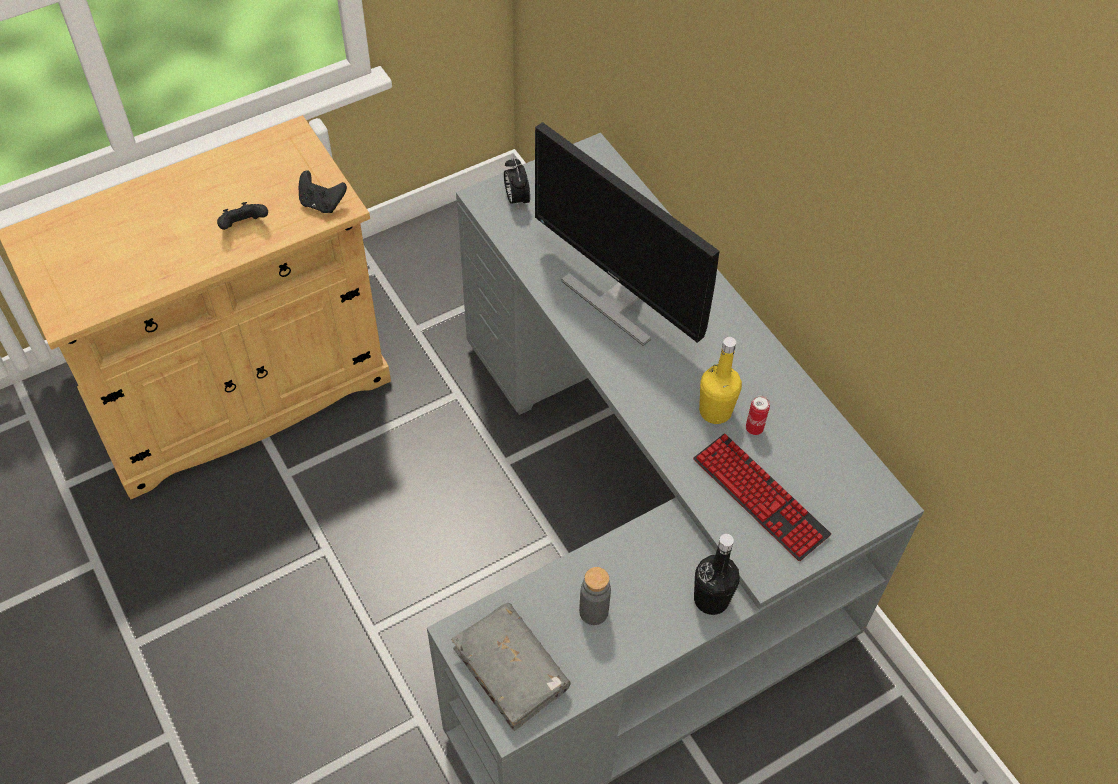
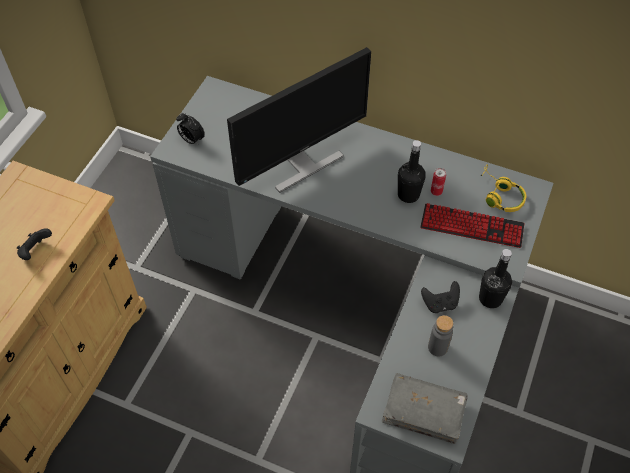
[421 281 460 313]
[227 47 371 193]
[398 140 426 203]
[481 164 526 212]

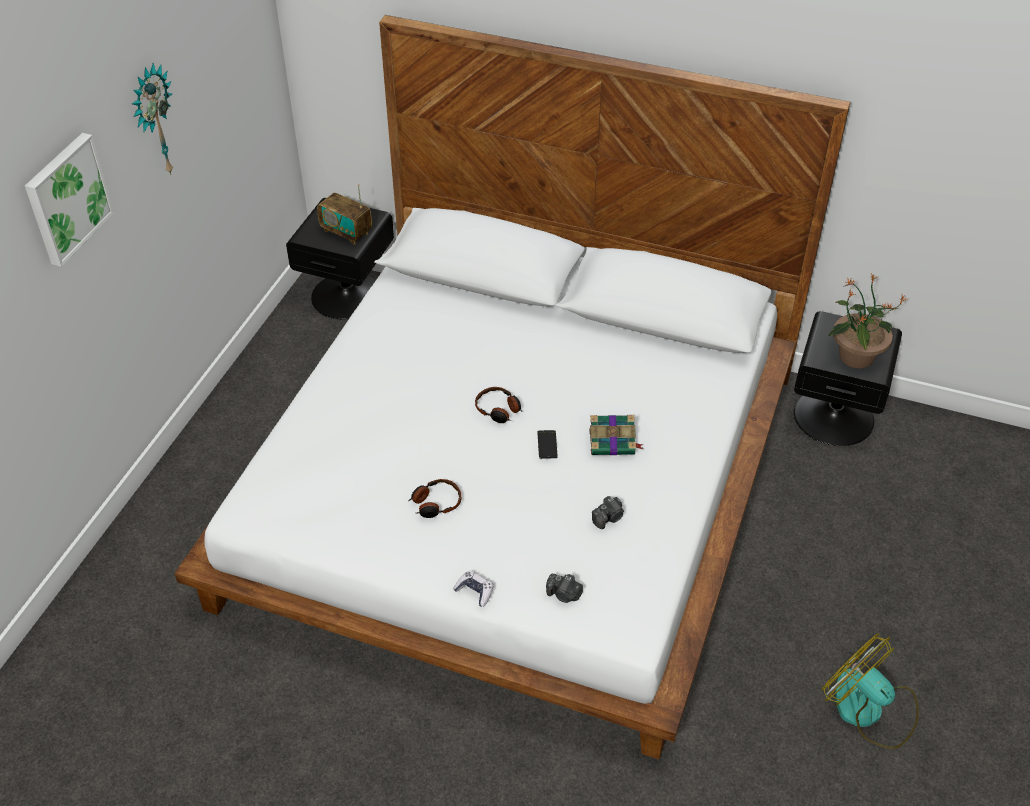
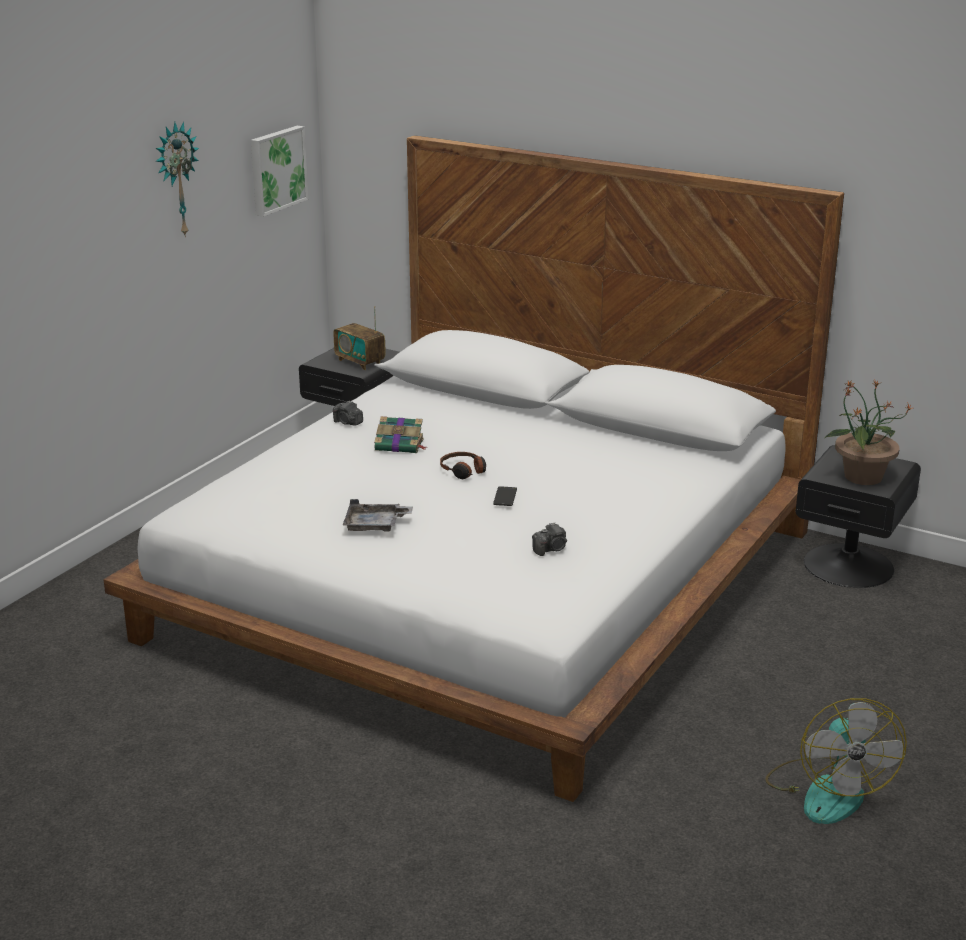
[251 126 308 217]
[343 499 413 532]
[453 571 493 607] (first image)
[333 400 363 426]
[374 416 426 453]
[765 698 907 824]

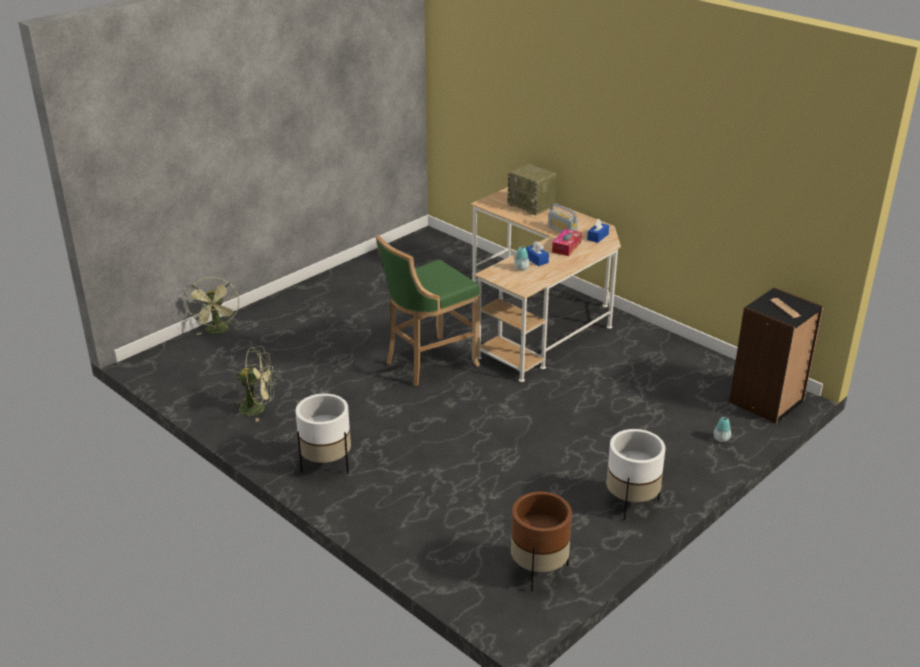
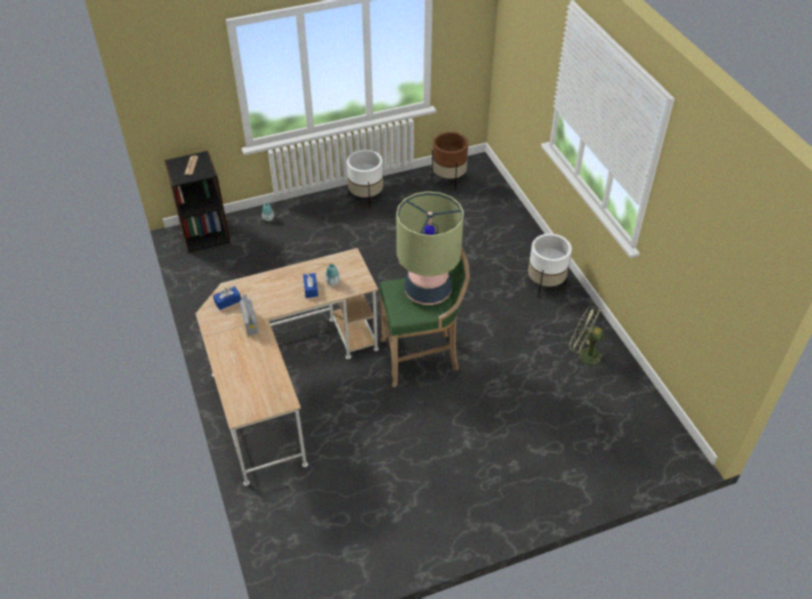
[186 277 239 335] (first image)
[508 164 556 215] (first image)
[552 229 582 256] (first image)
[396 191 464 305]

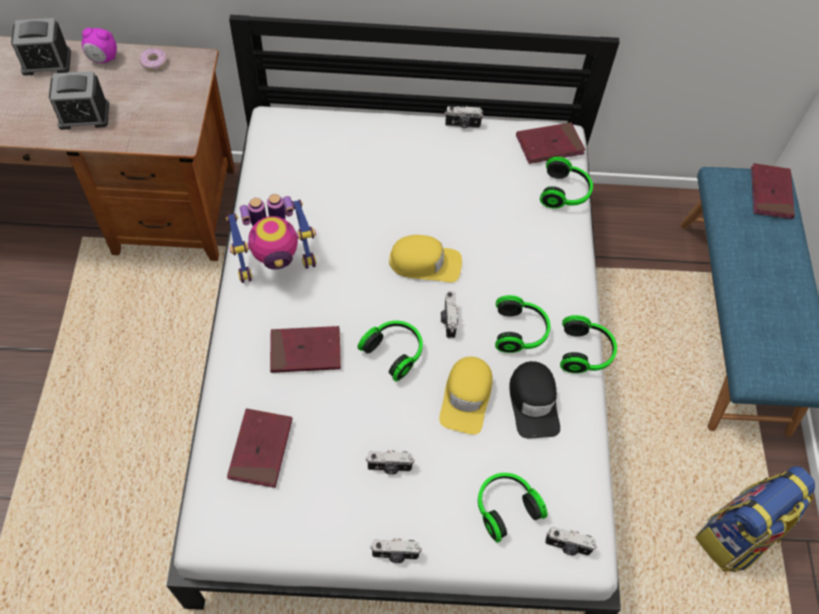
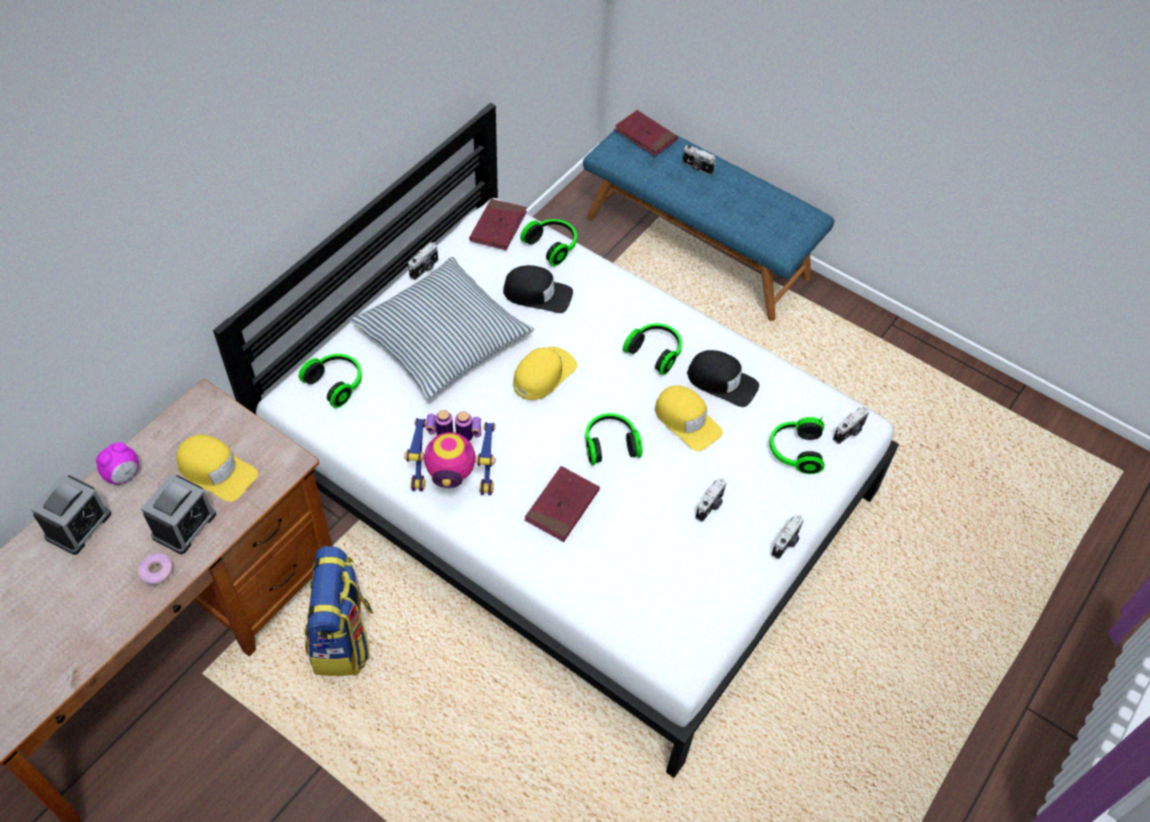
[137 553 173 585]
[404 410 496 495]
[227 408 293 488] (first image)
[683 145 716 175]
[299 354 362 408]
[305 546 373 676]
[176 435 258 502]
[350 257 534 399]
[503 265 573 313]

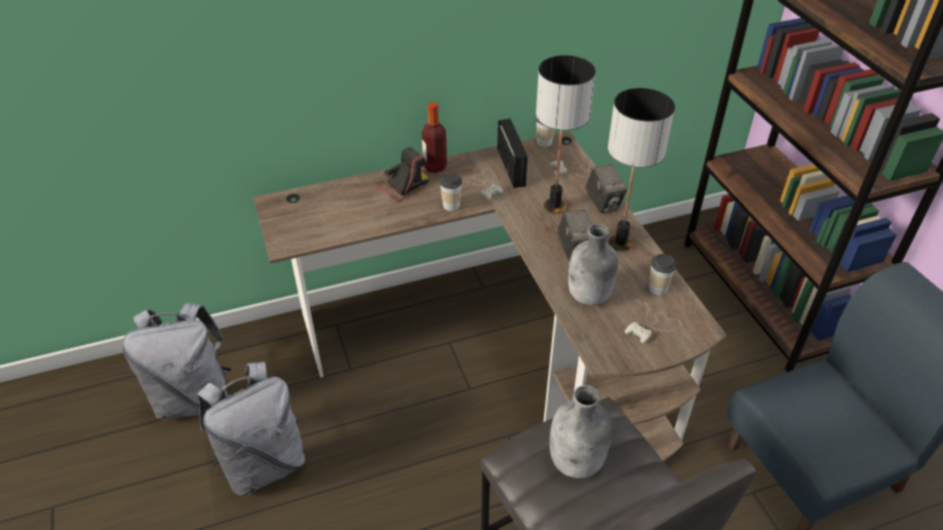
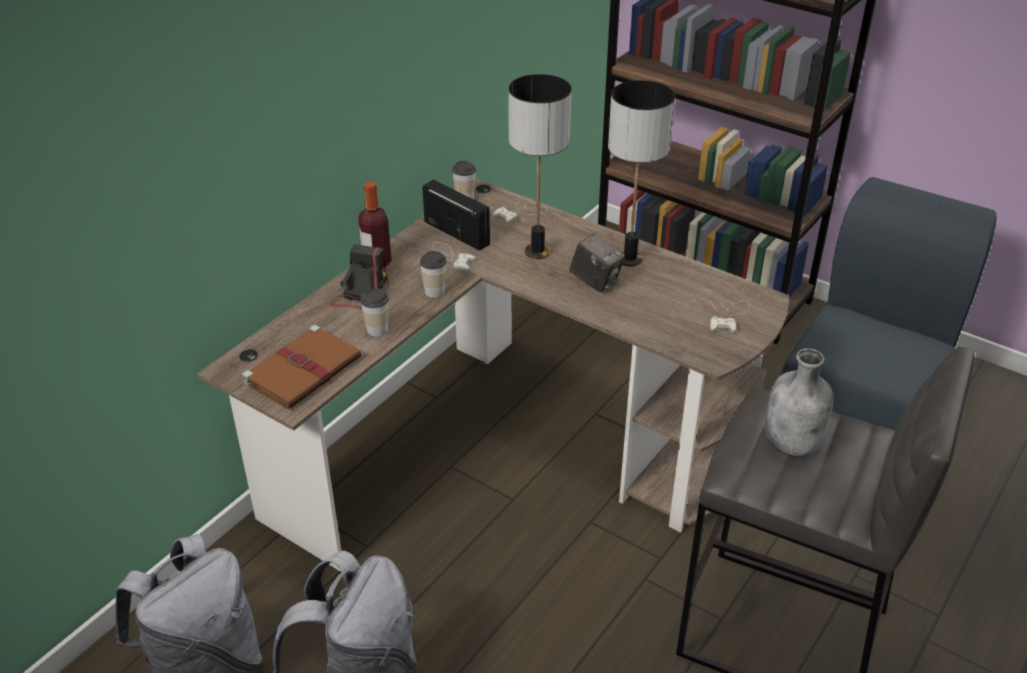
[568 224 618 305] (first image)
[585 164 627 213] (first image)
[360 288 389 337]
[242 325 362 409]

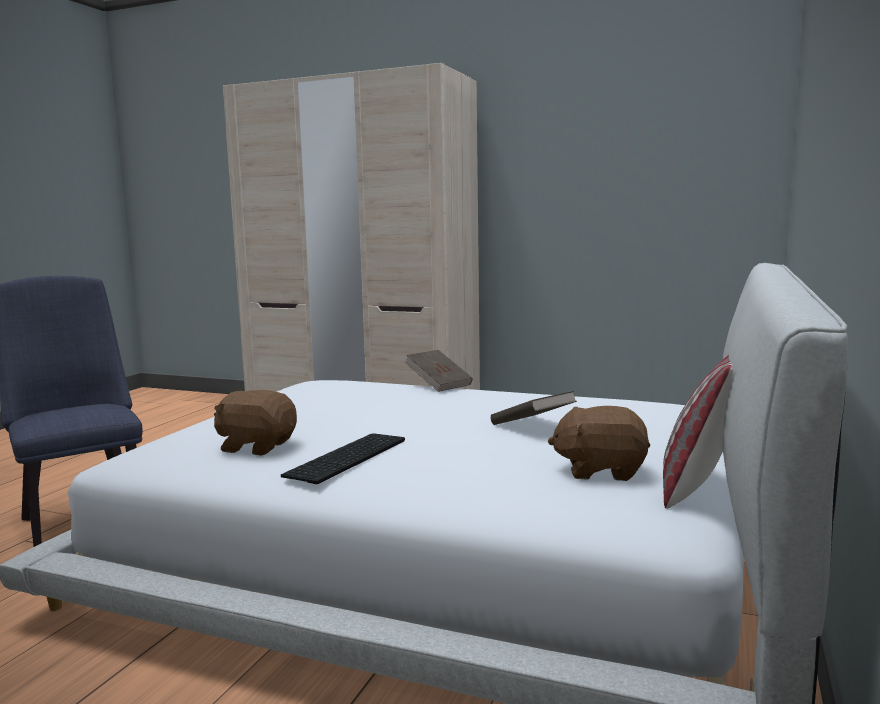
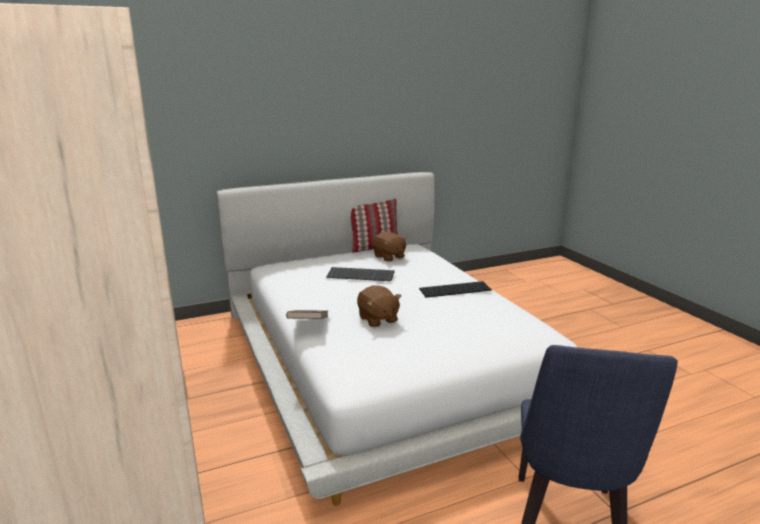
[357 285 401 327]
[326 267 395 281]

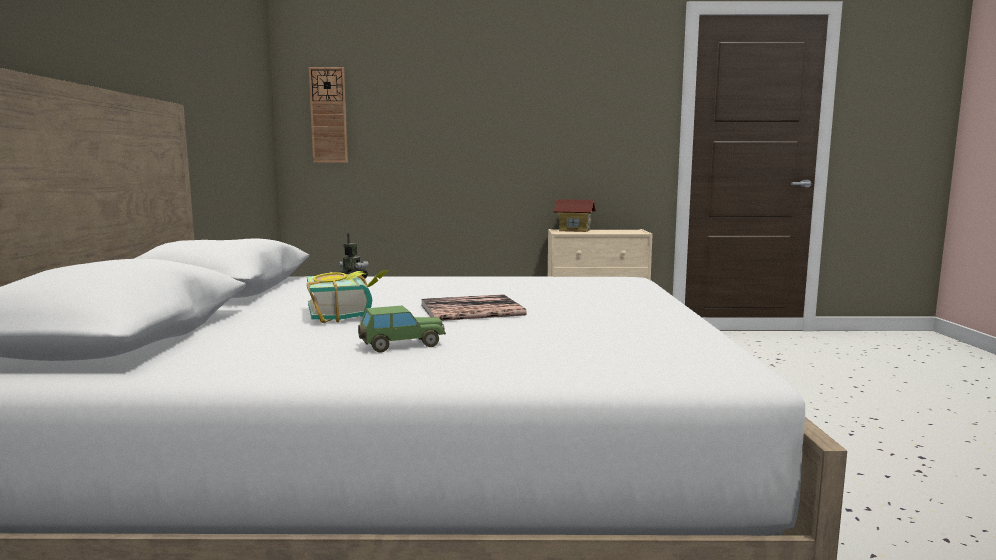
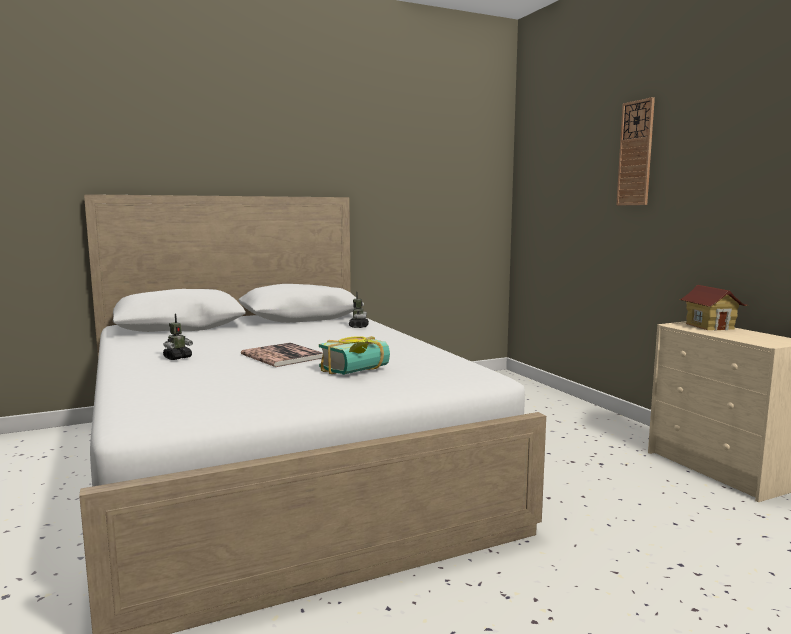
[319 336 390 375]
[616 97 655 205]
[163 314 193 360]

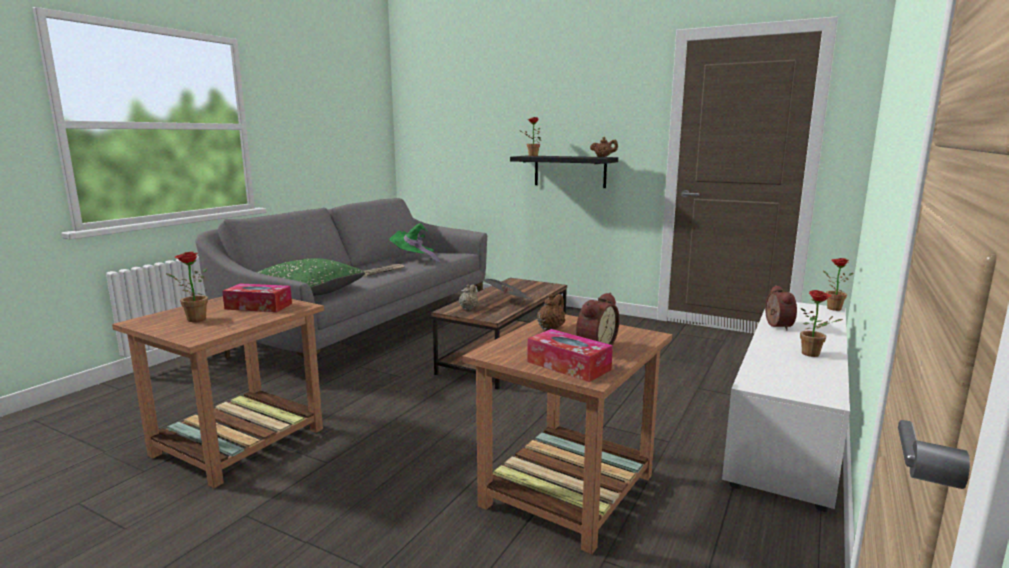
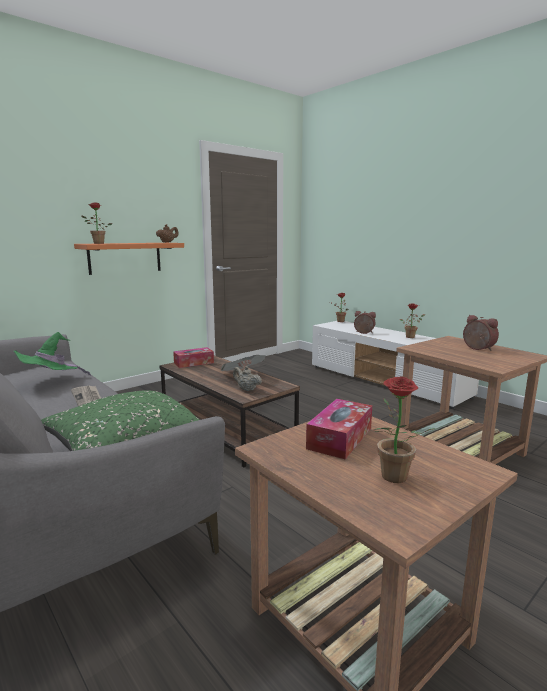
[74 243 184 275]
[173 347 214 368]
[537 294 565 331] (first image)

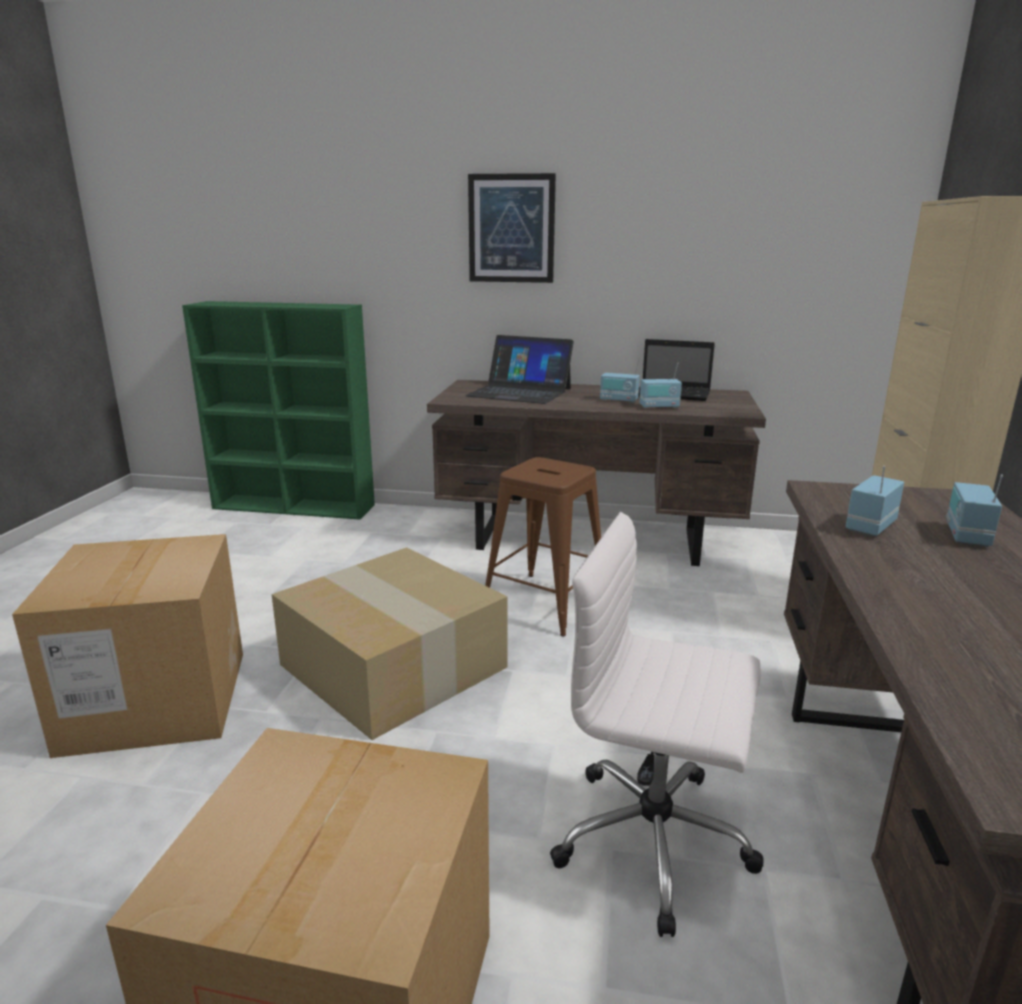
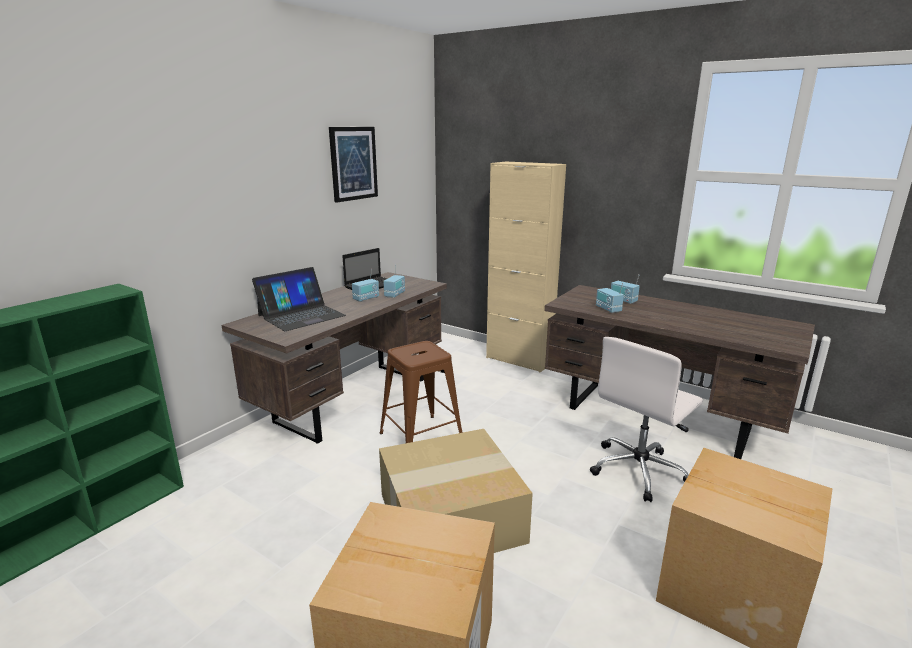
[329 127 378 203]

